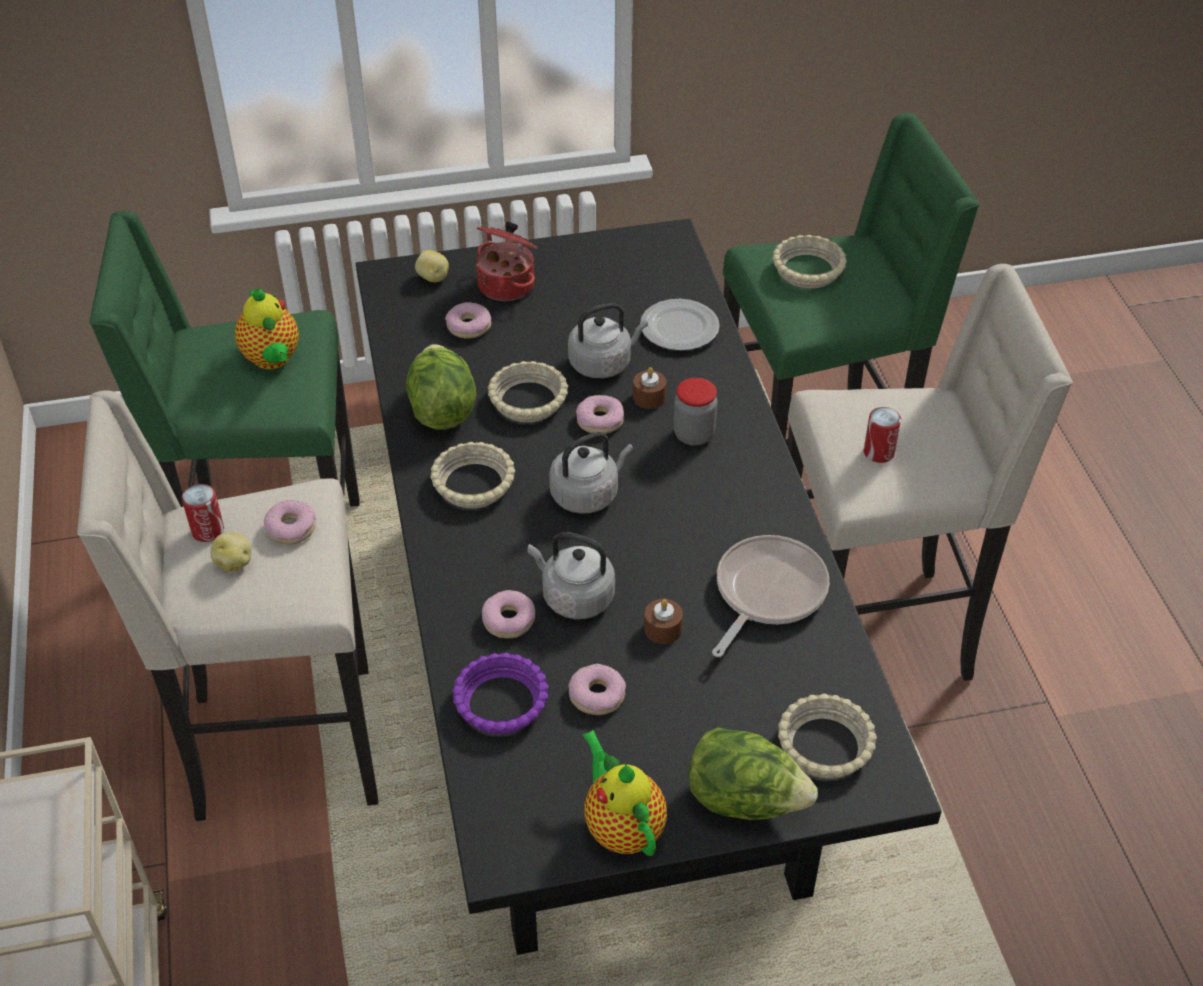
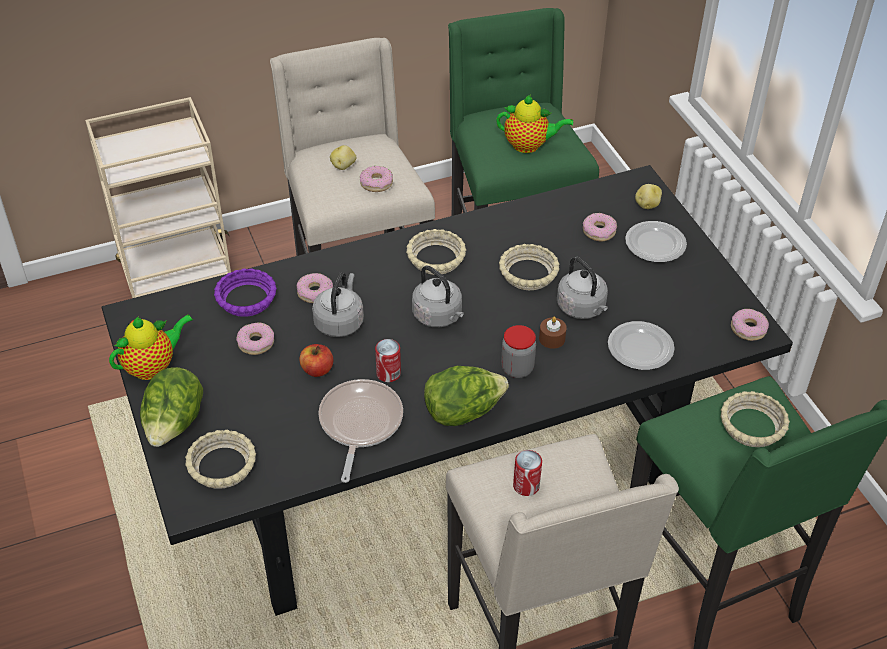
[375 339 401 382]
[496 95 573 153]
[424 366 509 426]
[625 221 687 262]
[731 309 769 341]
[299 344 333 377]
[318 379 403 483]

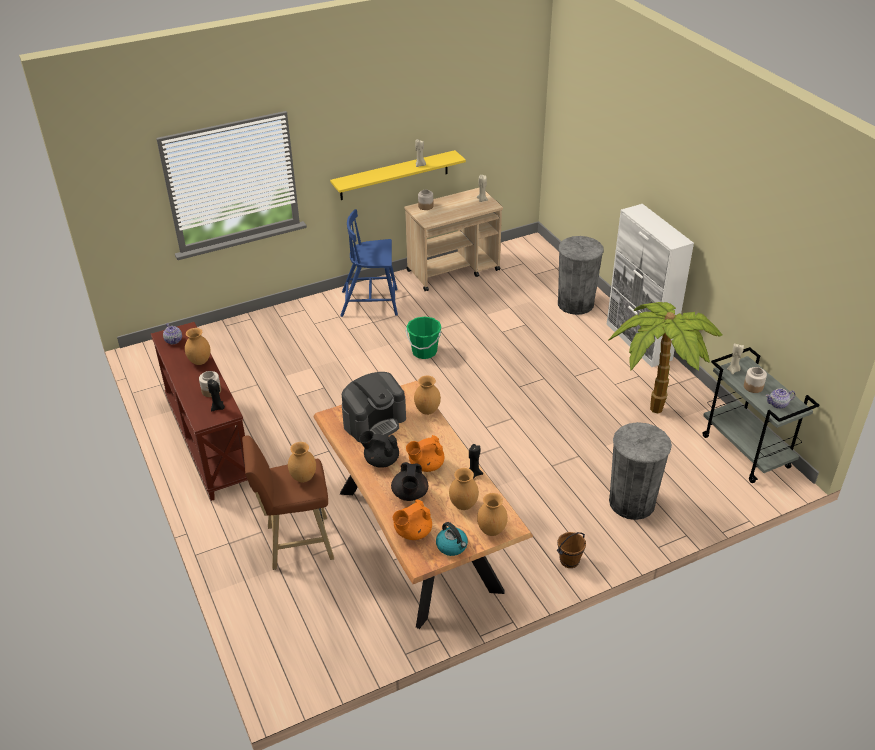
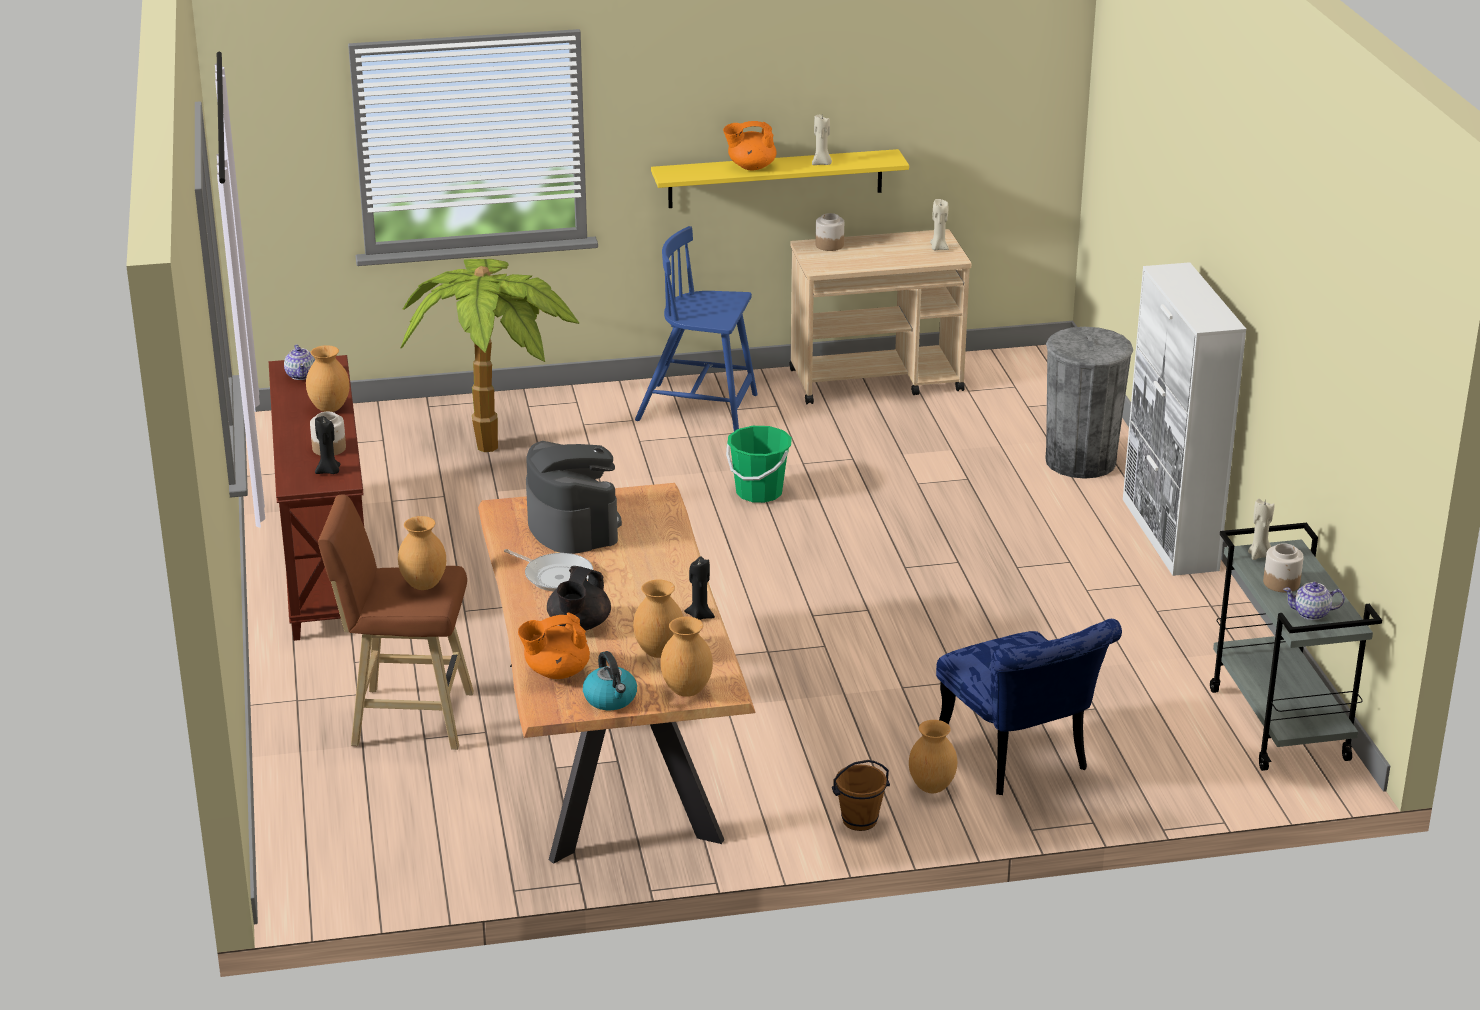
[526 441 622 554]
[504 549 593 592]
[723 121 777 170]
[909 720 957 793]
[400 259 579 452]
[936 619 1122 795]

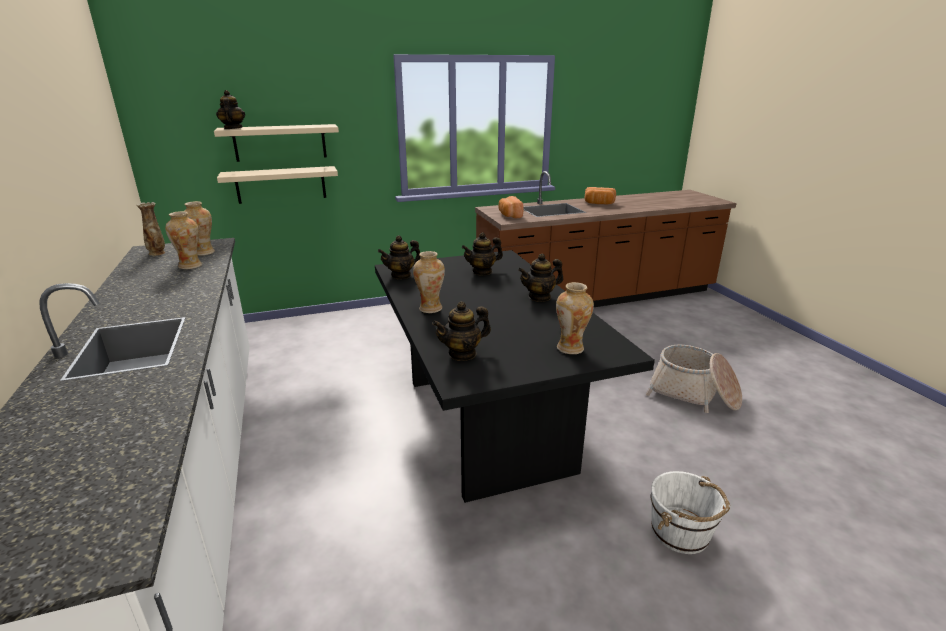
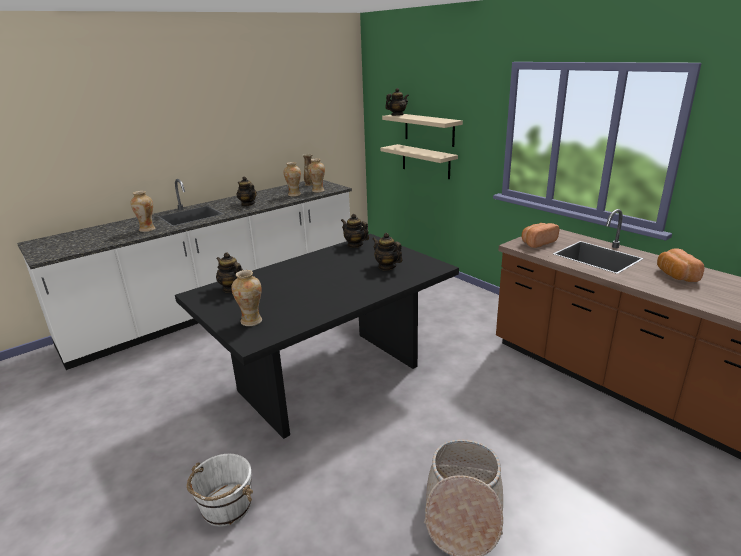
[130 191 155 232]
[237 177 257 206]

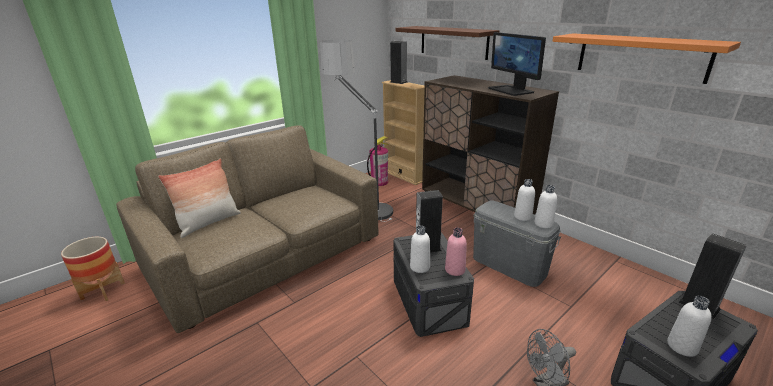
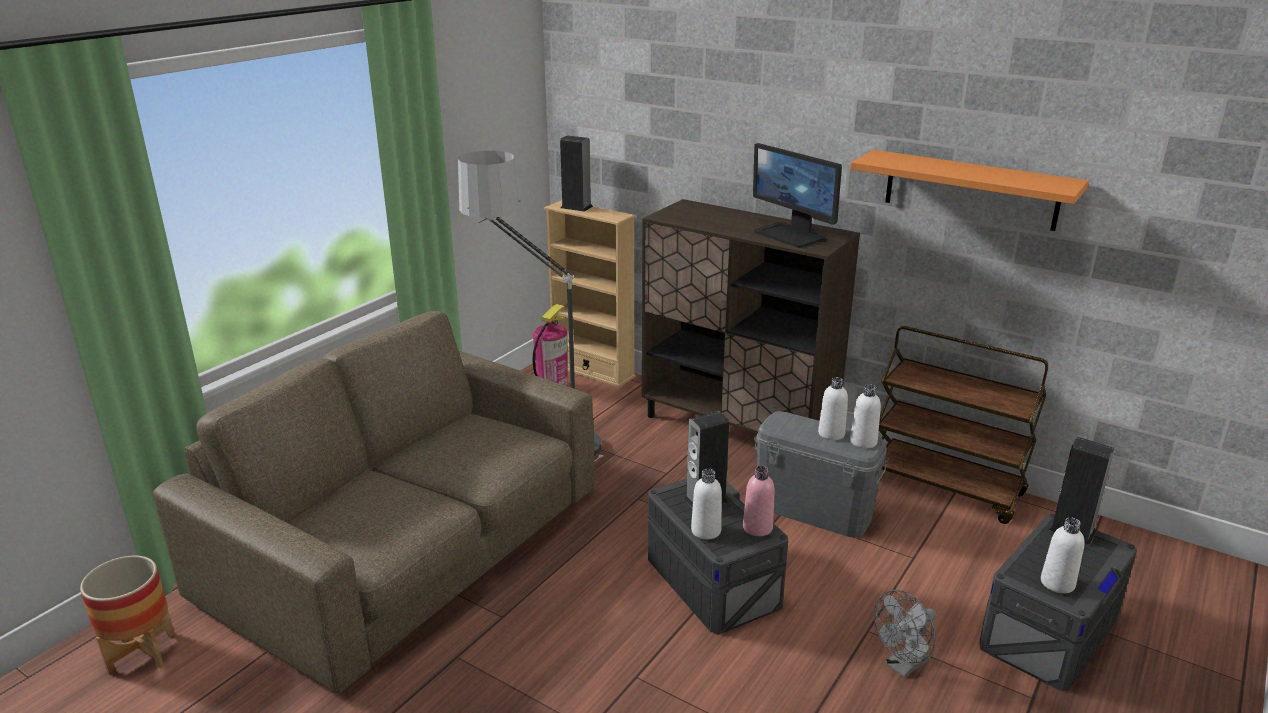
[158 159 241 238] (first image)
[395 26 500 60] (first image)
[879 326 1048 524]

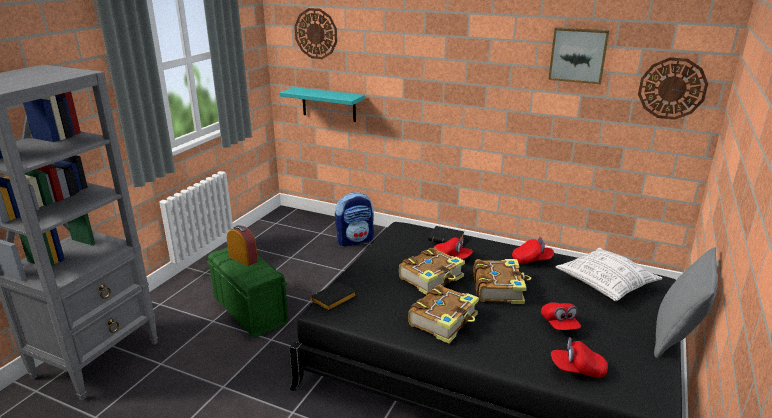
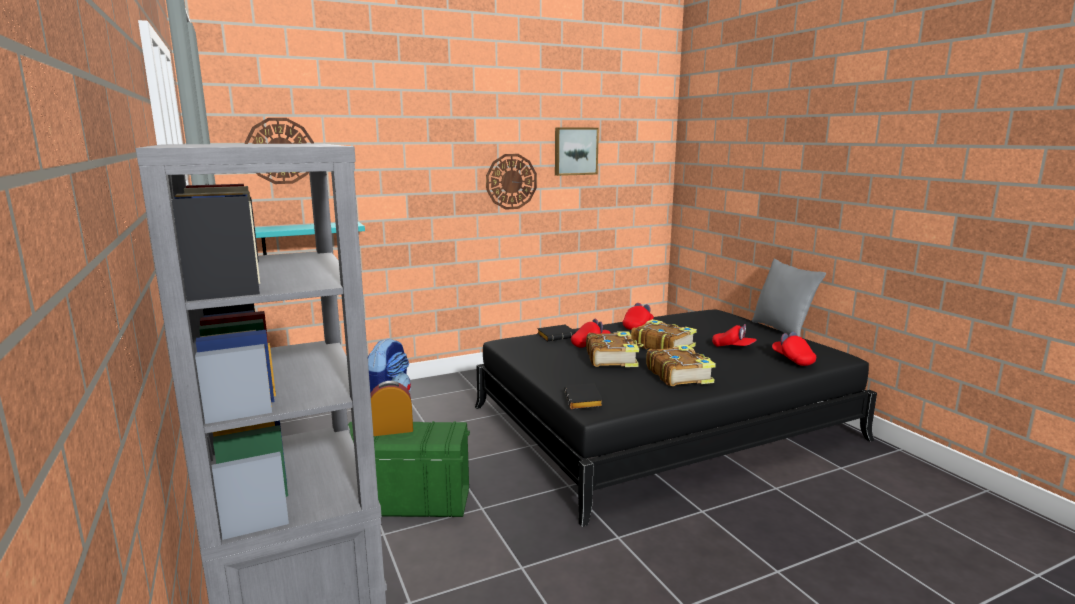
[772 332 816 366]
[556 248 662 301] (first image)
[486 154 537 210]

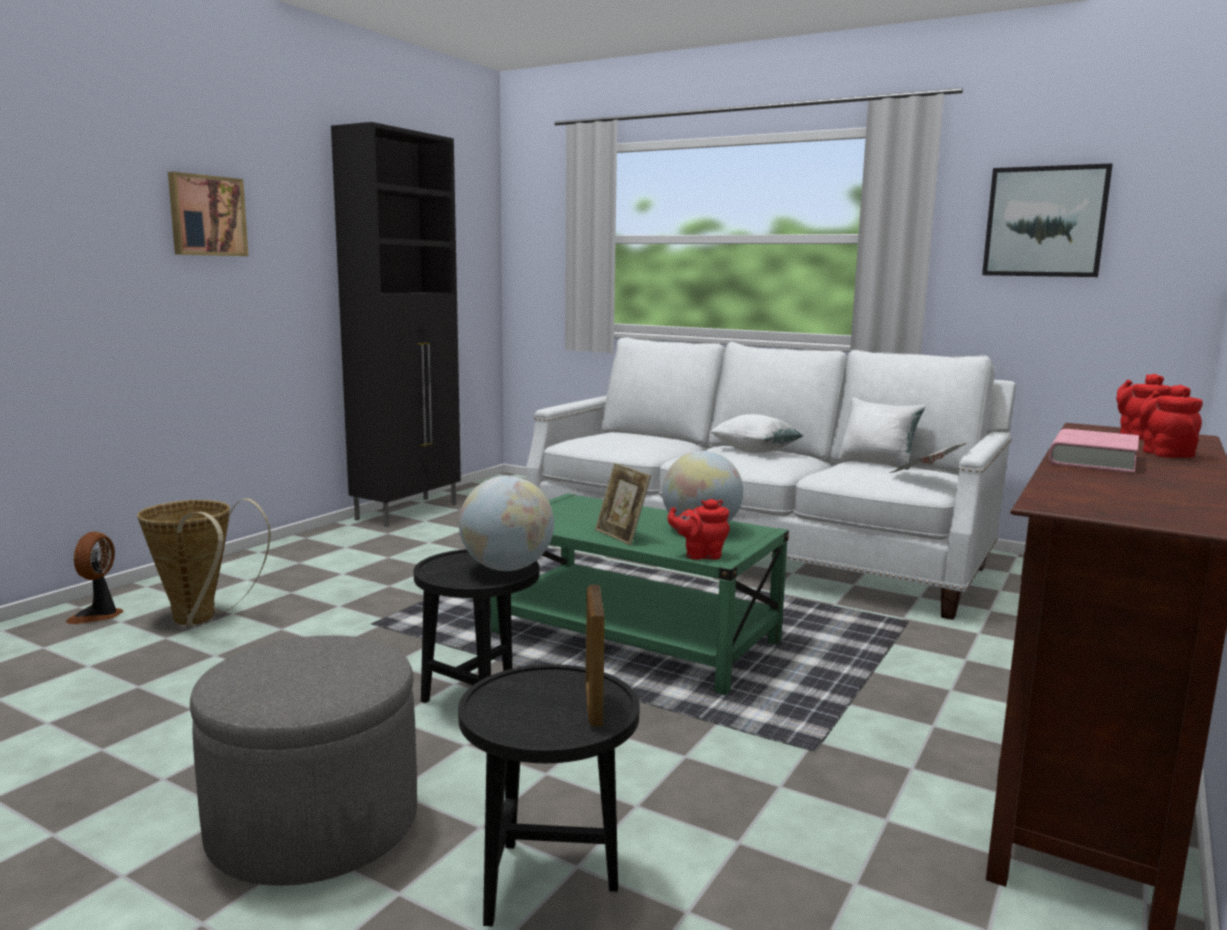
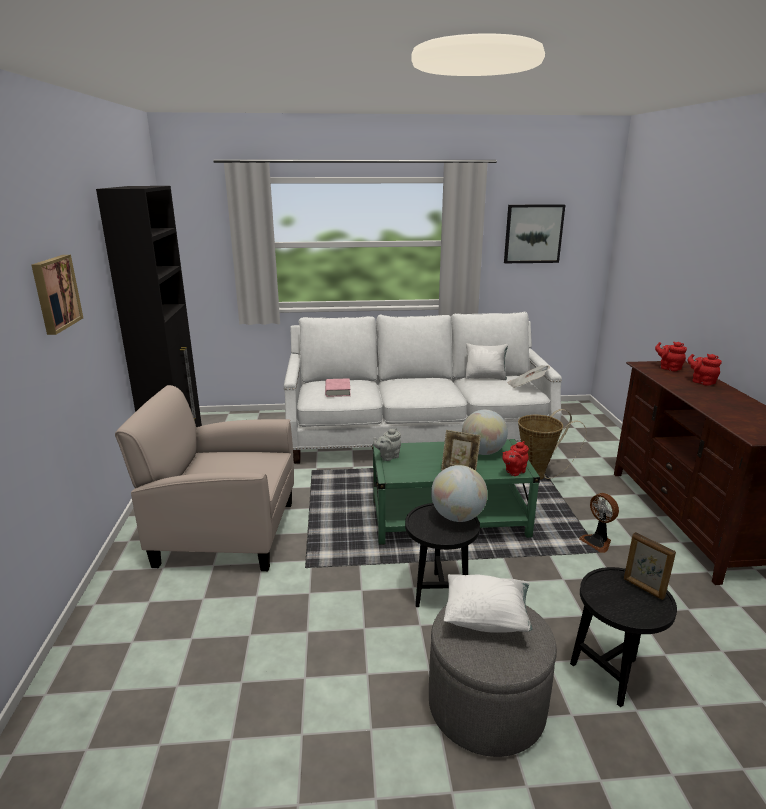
[579 493 619 553]
[518 409 587 480]
[444 574 533 633]
[325 378 351 397]
[115 385 294 571]
[373 428 401 461]

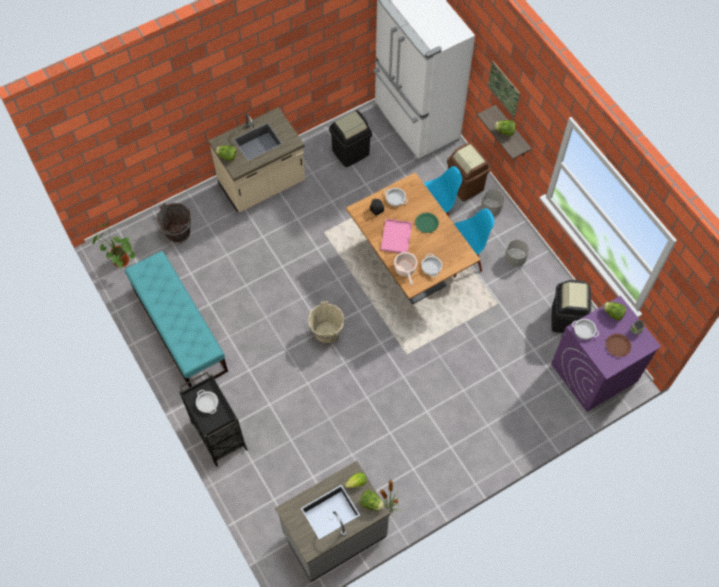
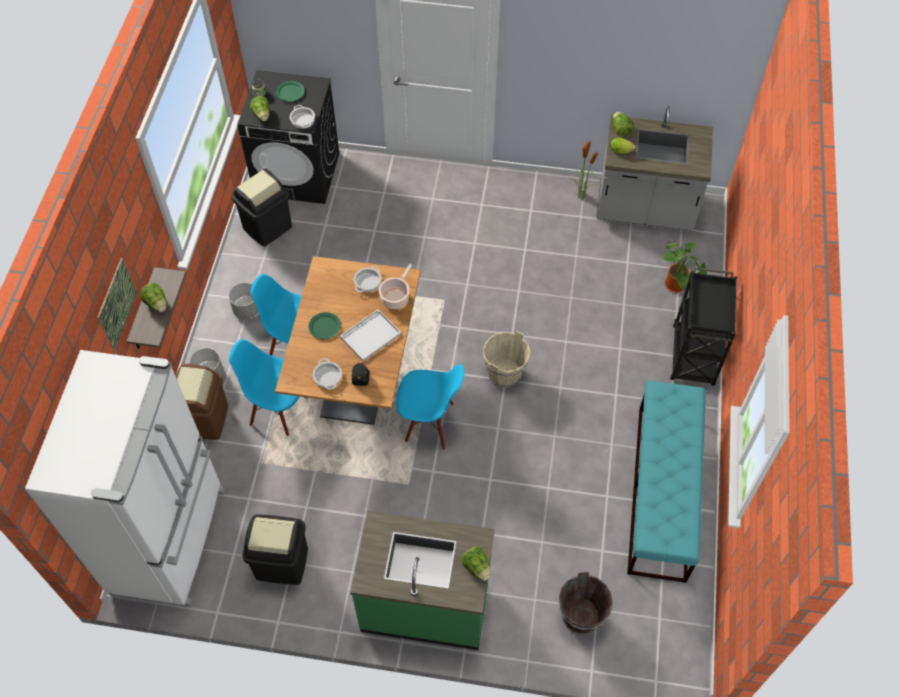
[662 241 707 293]
[196 390 218 414] (first image)
[350 511 495 650]
[340 309 401 361]
[237 70 339 204]
[276 81 305 101]
[396 364 464 450]

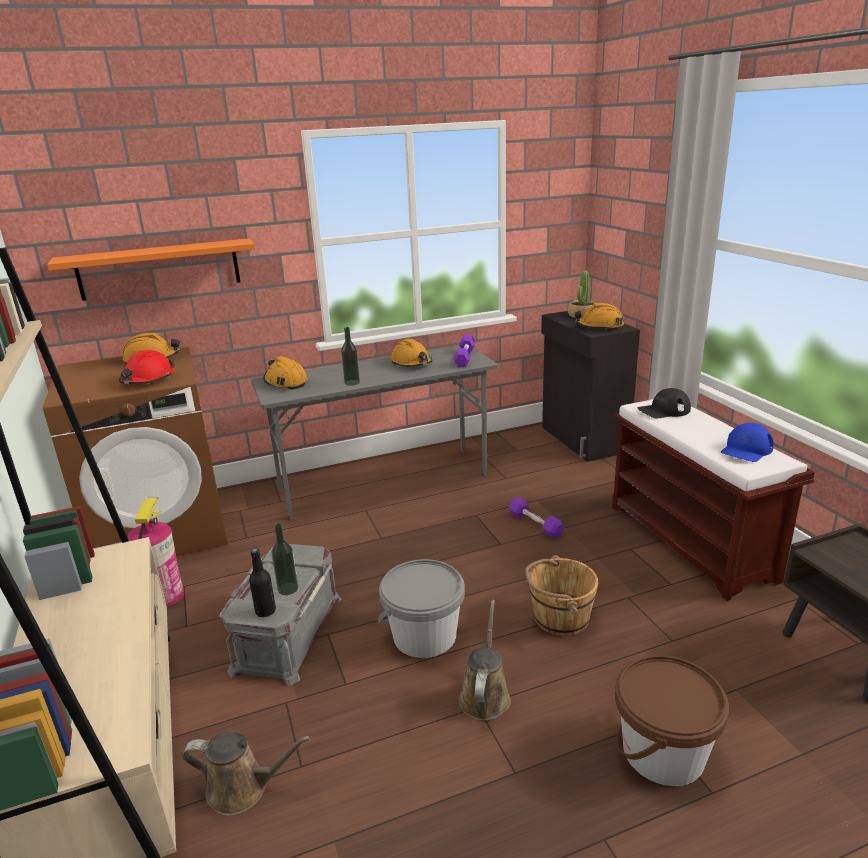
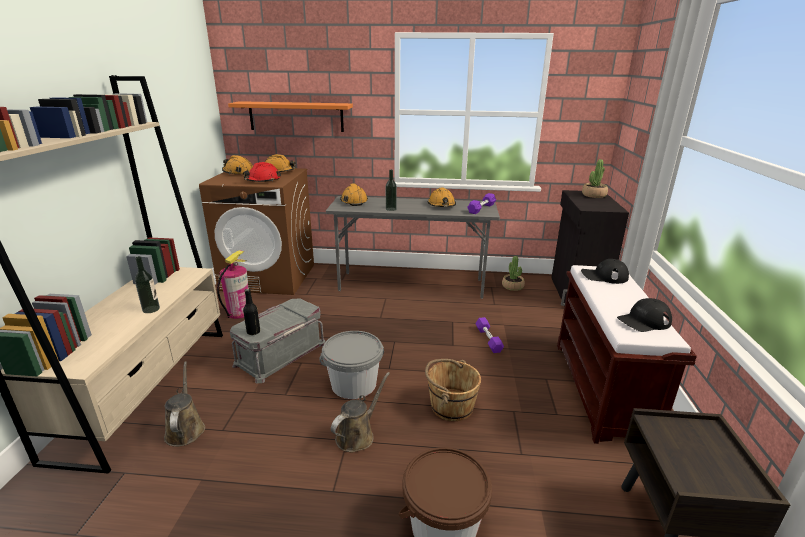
[164 361 205 447]
[135 256 160 313]
[222 155 253 175]
[617 298 672 332]
[502 256 525 291]

